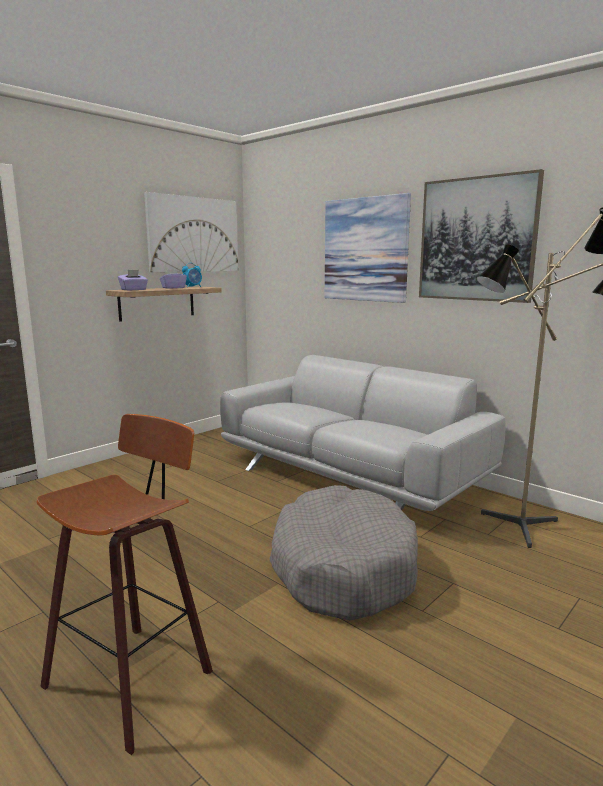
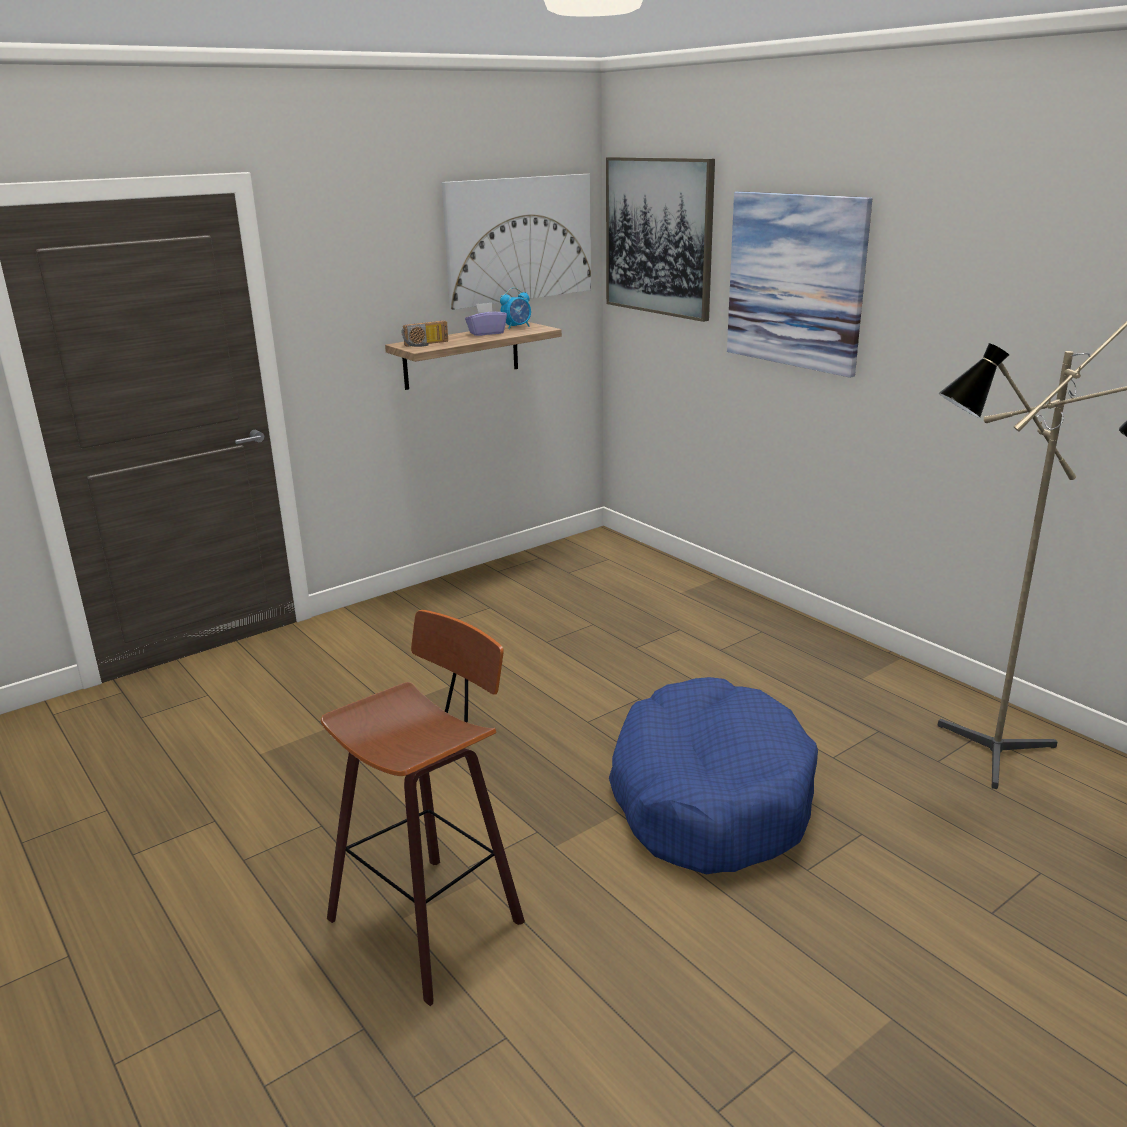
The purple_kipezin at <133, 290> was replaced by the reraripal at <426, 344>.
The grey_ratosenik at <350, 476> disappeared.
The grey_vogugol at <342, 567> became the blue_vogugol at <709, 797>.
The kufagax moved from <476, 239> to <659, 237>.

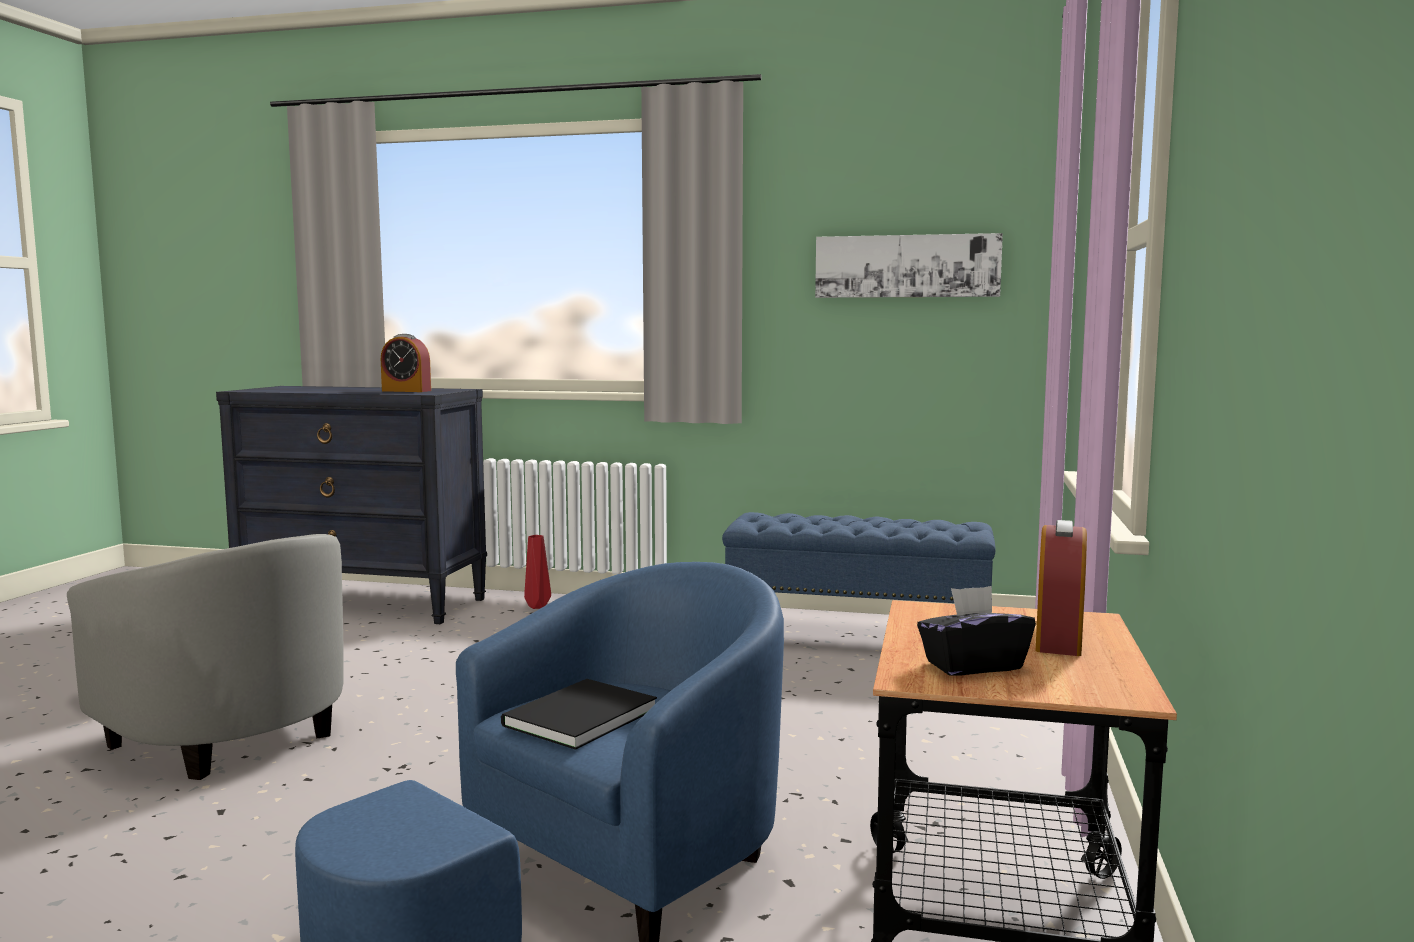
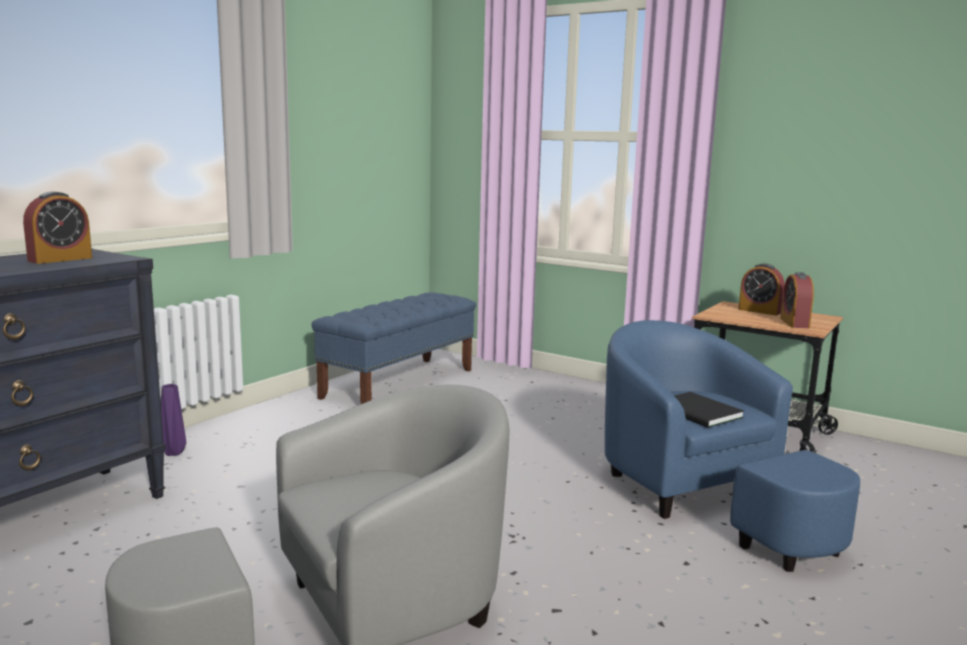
The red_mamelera at <537, 607> became the purple_mamelera at <175, 453>.
The kufagax at <907, 266> disappeared.
The black_kipezin at <973, 665> was replaced by the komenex at <794, 323>.

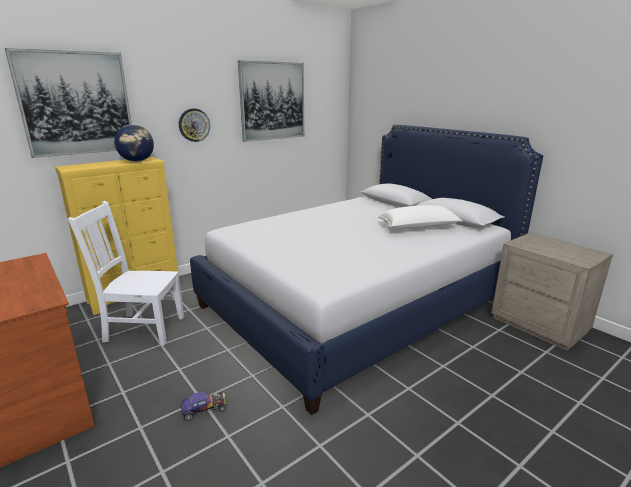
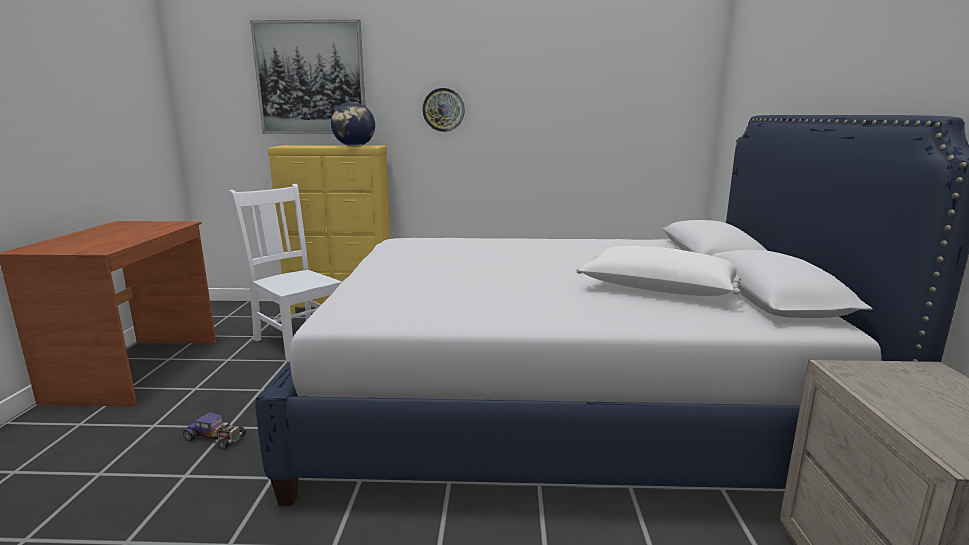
The kufagax at <272, 101> disappeared.

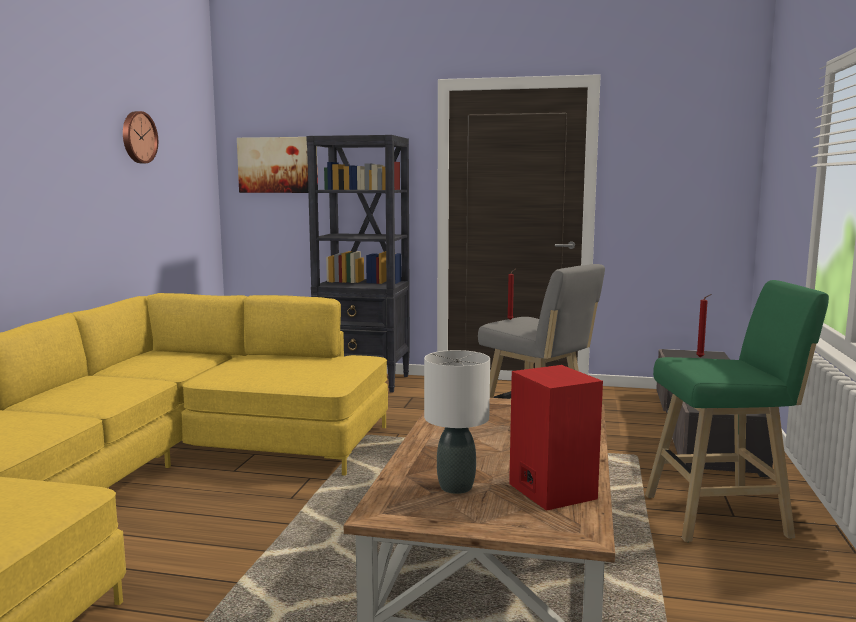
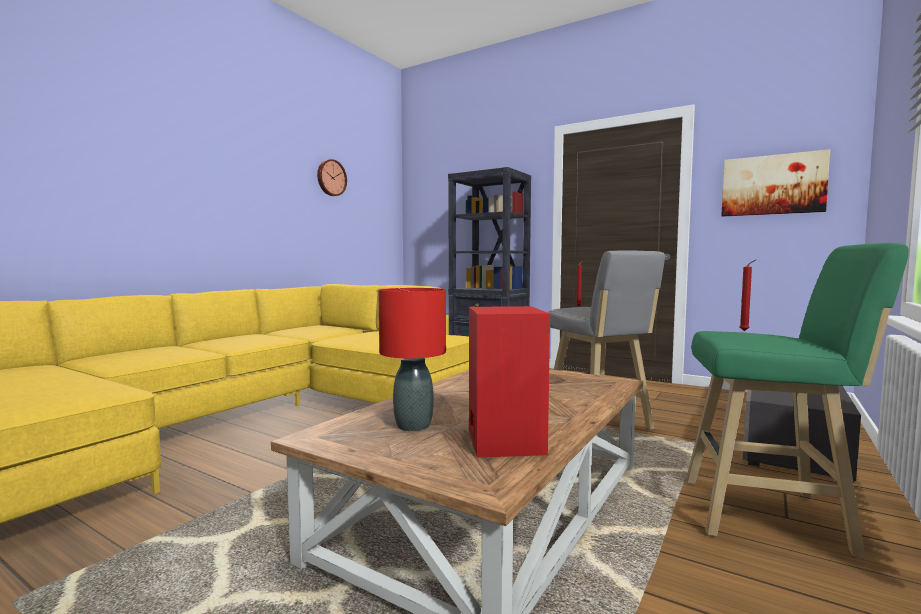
The kufagax moved from <278, 165> to <772, 185>.
The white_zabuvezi at <455, 487> became the red_zabuvezi at <412, 426>.

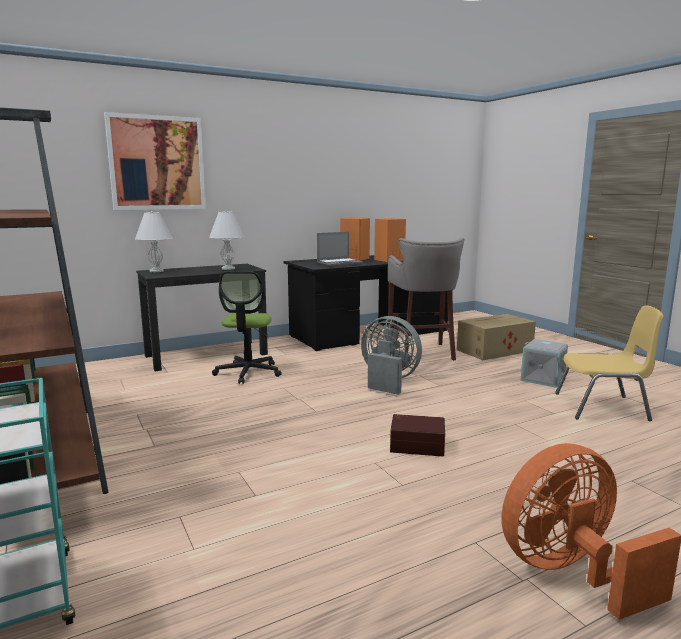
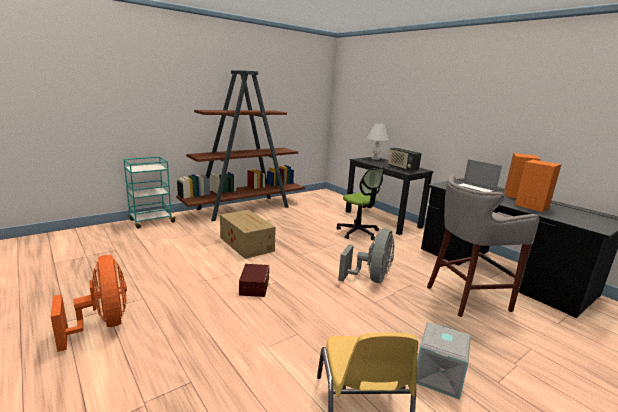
The kufagax at <157, 163> disappeared.
The white_zabuvezi at <228, 268> was replaced by the reraripal at <402, 168>.
The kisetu at <248, 372> turned 120 degrees counterclockwise.
The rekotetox moved from <493, 350> to <246, 244>.

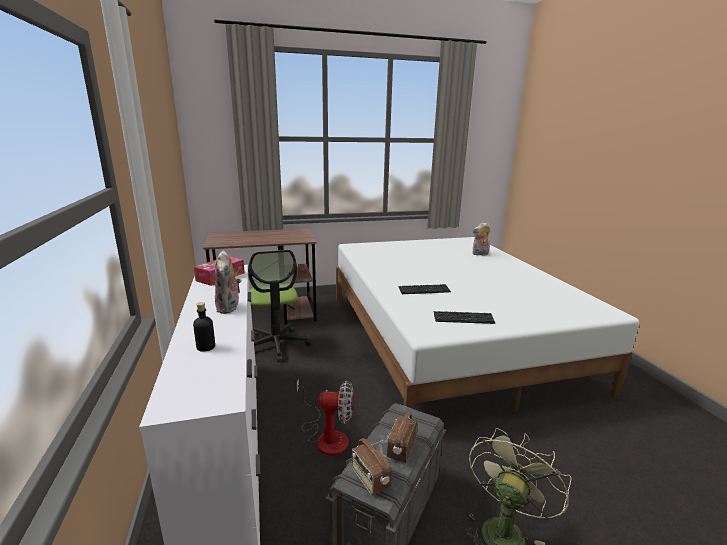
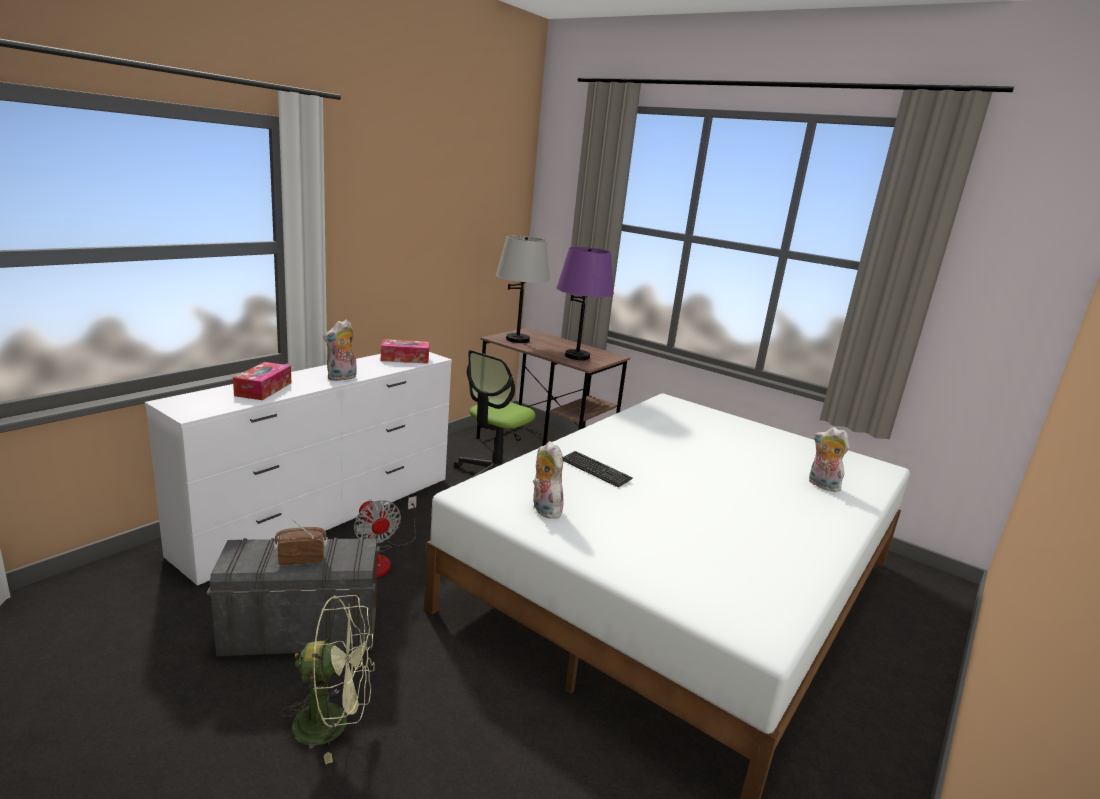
The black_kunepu at <206, 347> was replaced by the kipezin at <263, 389>.
The reraripal at <370, 479> disappeared.
The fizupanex at <463, 319> was replaced by the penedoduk at <543, 509>.
The grey_zabuvezi at <517, 339> appeared.
The purple_zabuvezi at <577, 356> appeared.

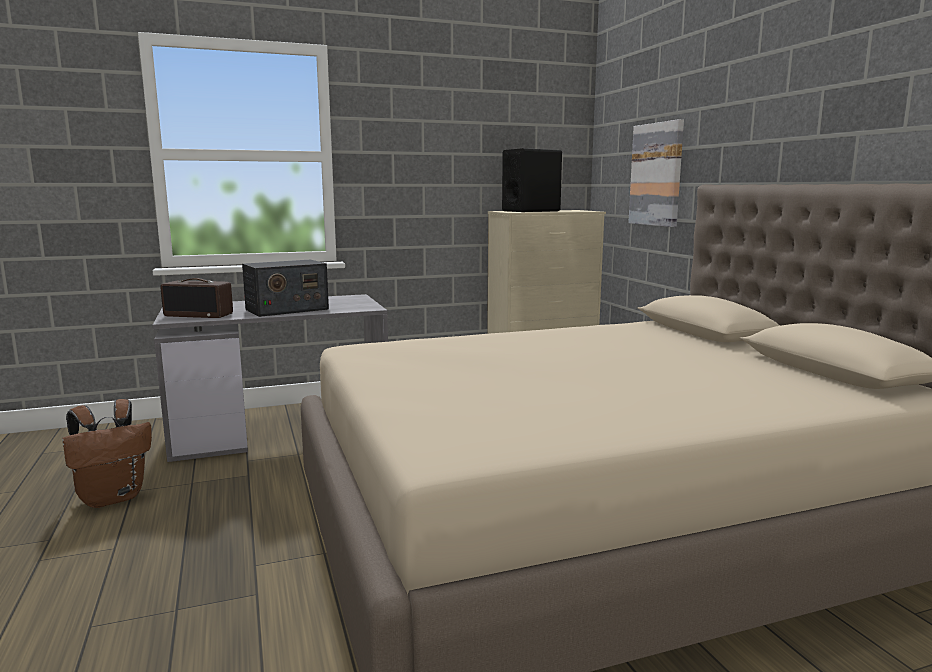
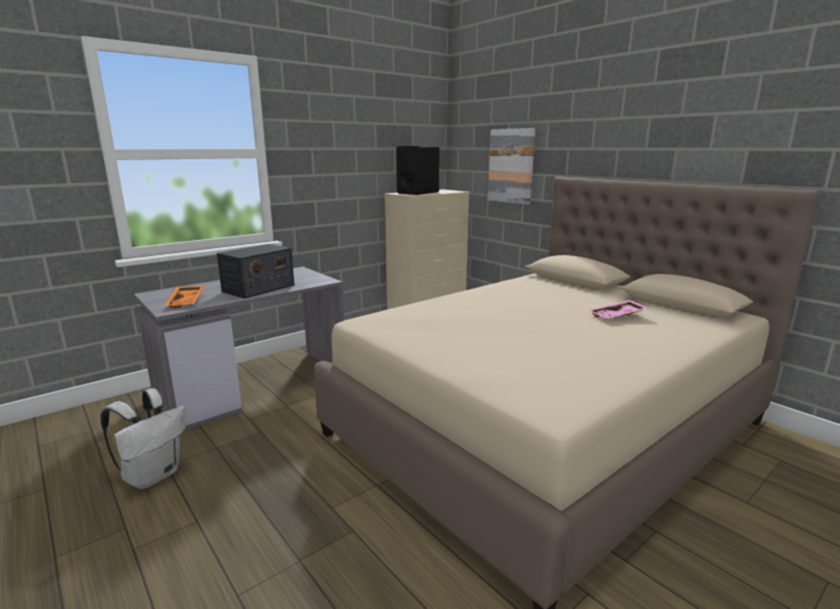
The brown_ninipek at <113, 497> became the white_ninipek at <153, 475>.
The reraripal at <199, 315> was replaced by the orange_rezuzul at <187, 302>.
The pink_rezuzul at <617, 316> appeared.

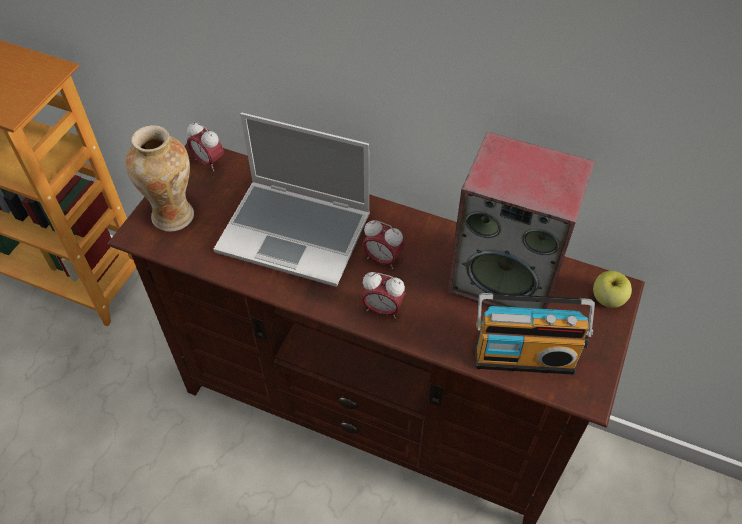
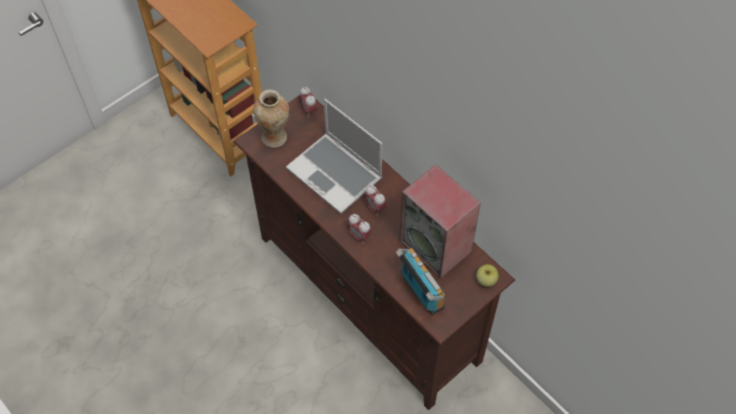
The reraripal at <524, 354> turned 150 degrees counterclockwise.

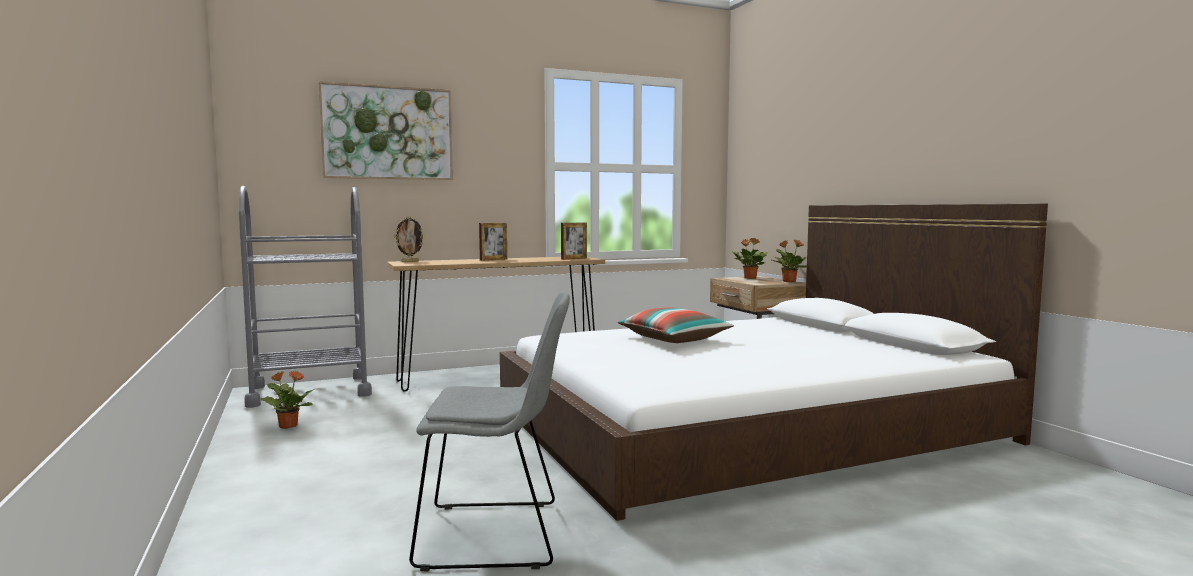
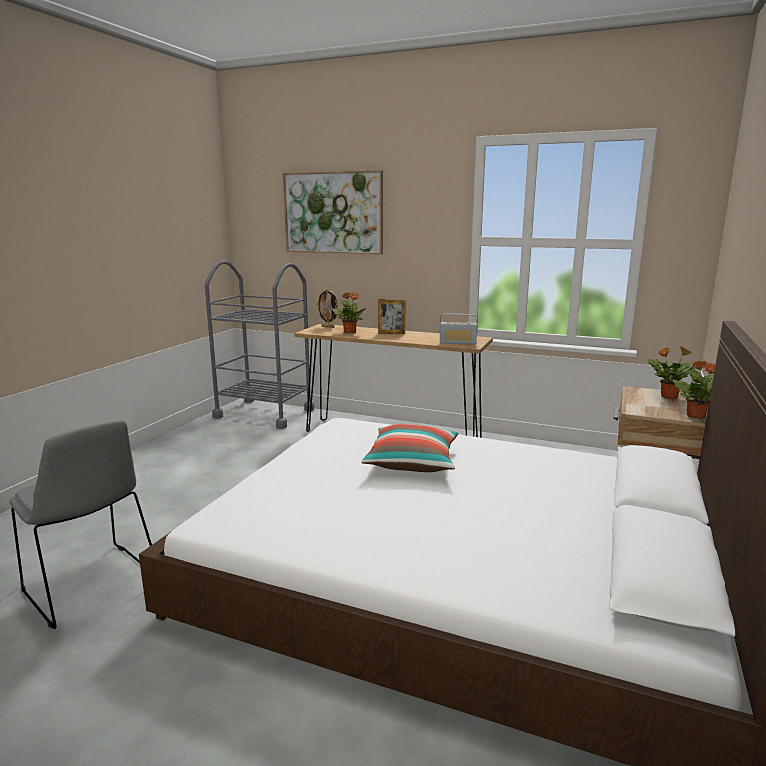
The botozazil moved from <287, 426> to <349, 332>.
The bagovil at <574, 258> was replaced by the reraripal at <458, 343>.

